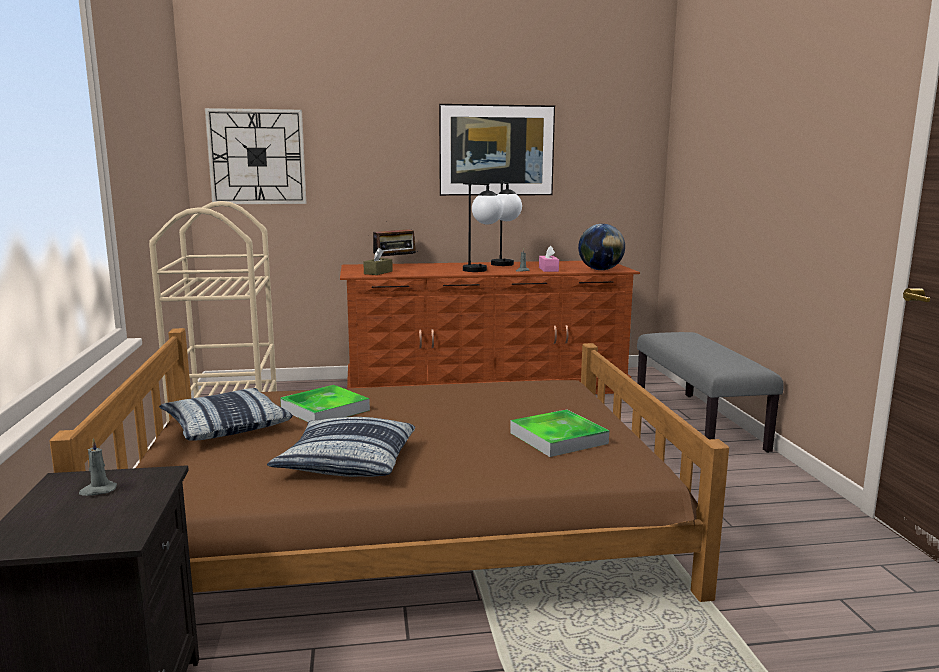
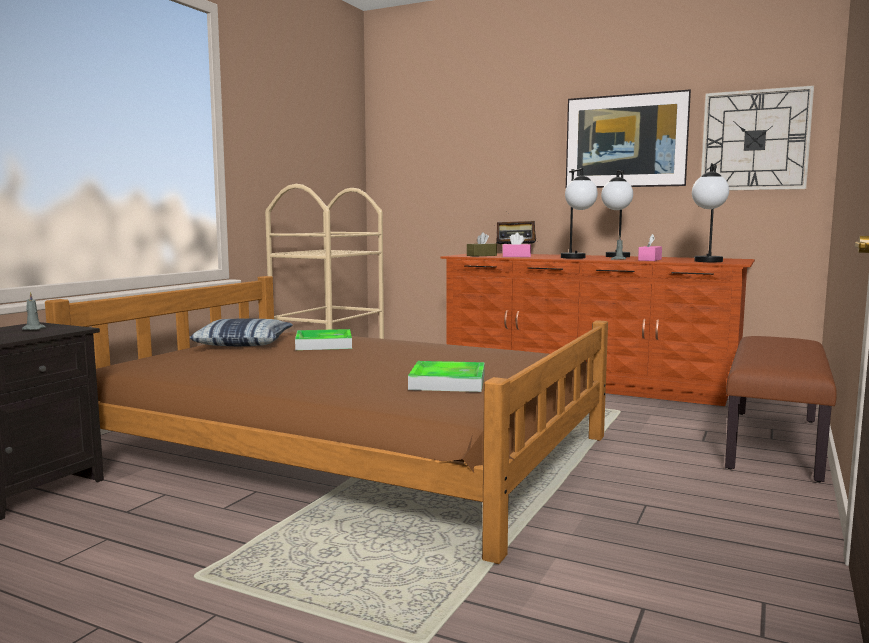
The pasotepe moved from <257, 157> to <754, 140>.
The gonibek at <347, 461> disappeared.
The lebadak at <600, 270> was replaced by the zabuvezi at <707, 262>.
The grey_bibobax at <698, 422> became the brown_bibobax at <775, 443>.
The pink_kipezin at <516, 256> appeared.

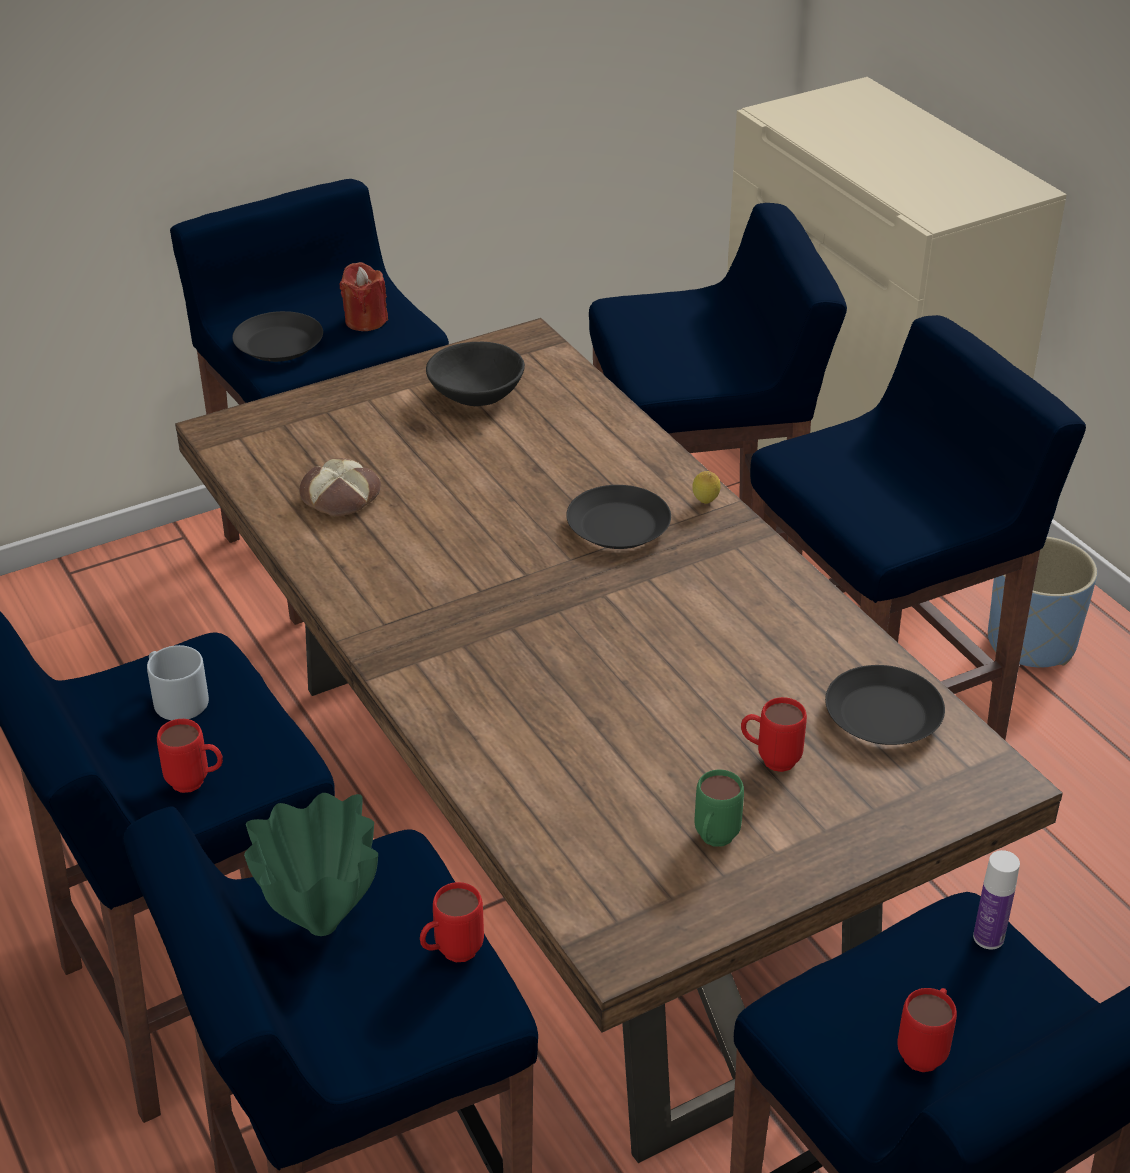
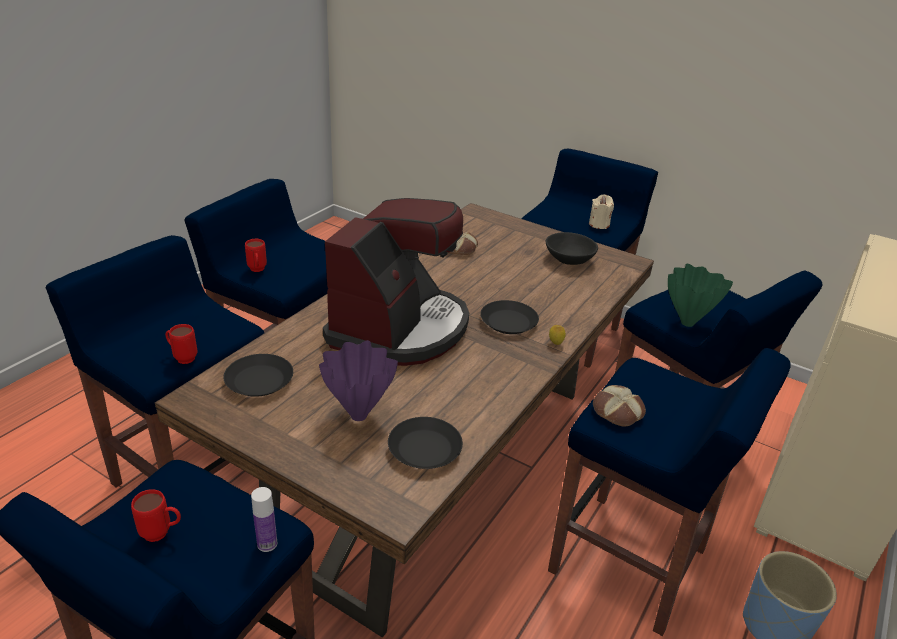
The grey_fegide at <174, 698> disappeared.
The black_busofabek moved from <280, 344> to <260, 381>.
The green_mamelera moved from <320, 926> to <686, 323>.
The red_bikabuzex at <365, 320> became the beige_bikabuzex at <599, 224>.
The green_fegide at <713, 842> disappeared.
The red_fegide at <770, 759> was replaced by the purple_mamelera at <359, 414>.
The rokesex at <400, 328> appeared.
The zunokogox at <616, 411> appeared.

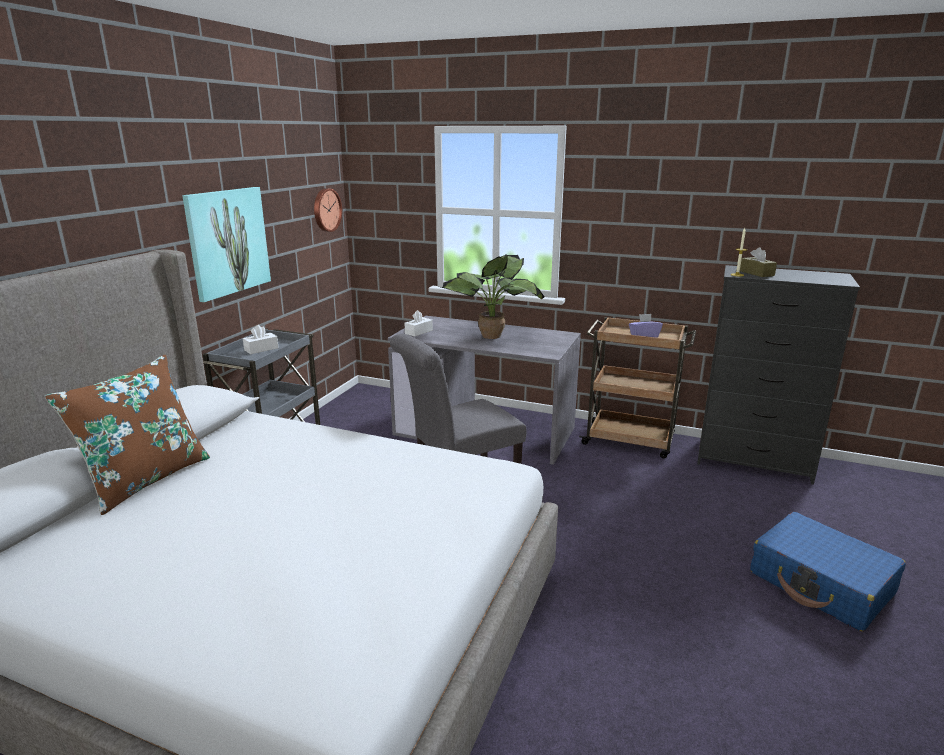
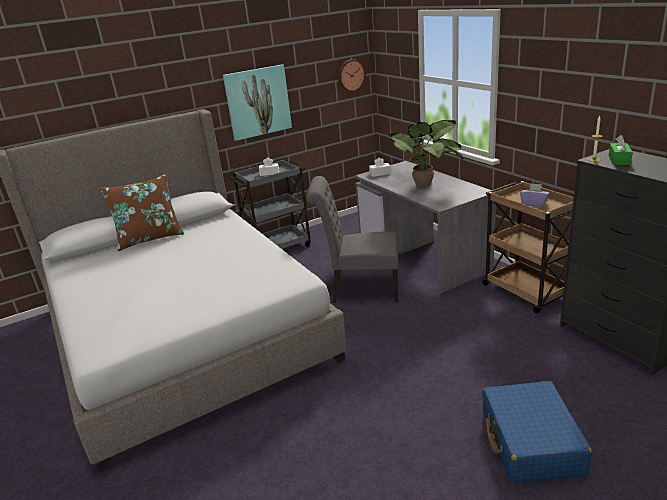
The brown_kipezin at <756, 273> became the green_kipezin at <619, 160>.

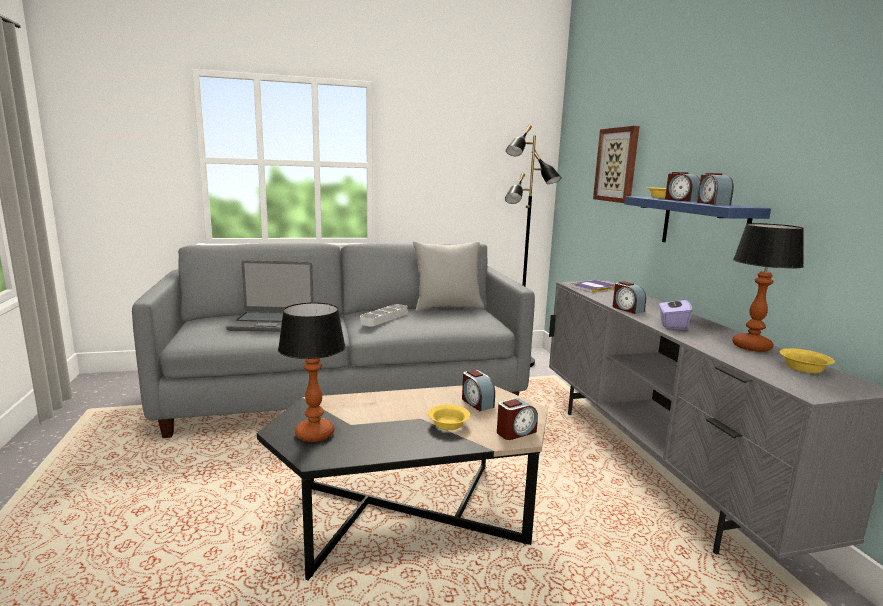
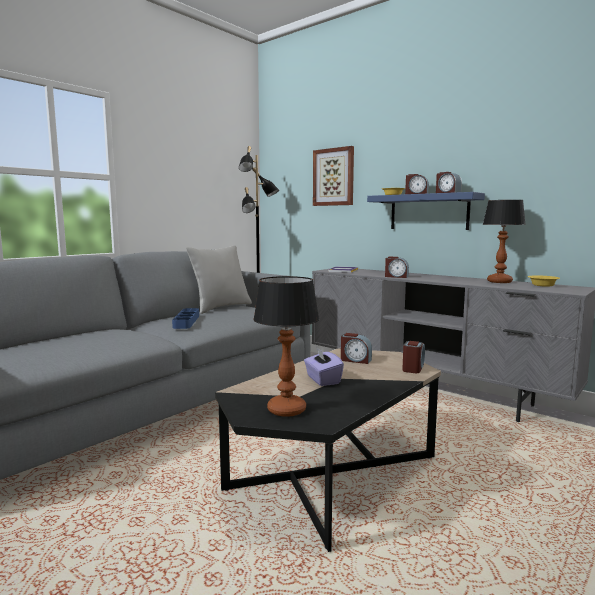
The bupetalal at <272, 323> disappeared.
The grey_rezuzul at <384, 318> became the blue_rezuzul at <186, 321>.
The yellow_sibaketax at <447, 425> disappeared.
The purple_kipezin moved from <672, 324> to <322, 380>.

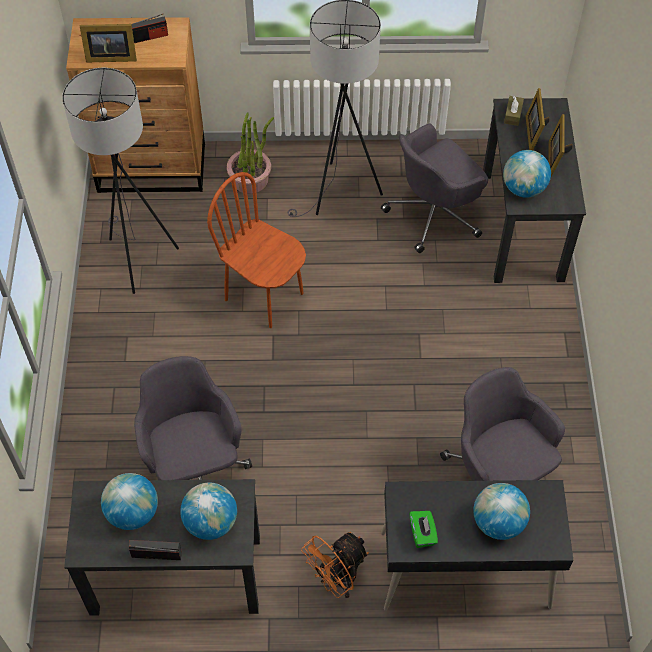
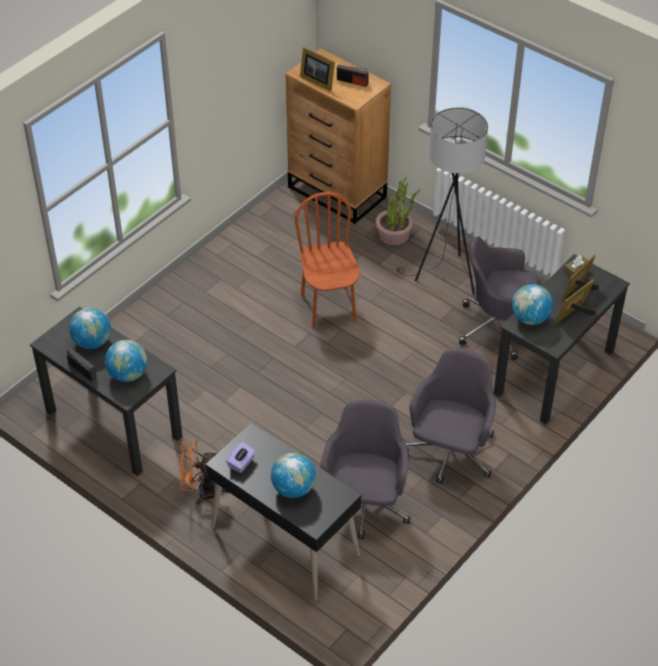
The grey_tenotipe at <135, 257> disappeared.
The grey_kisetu moved from <194, 467> to <450, 454>.
The green_kipezin at <422, 534> became the purple_kipezin at <241, 463>.

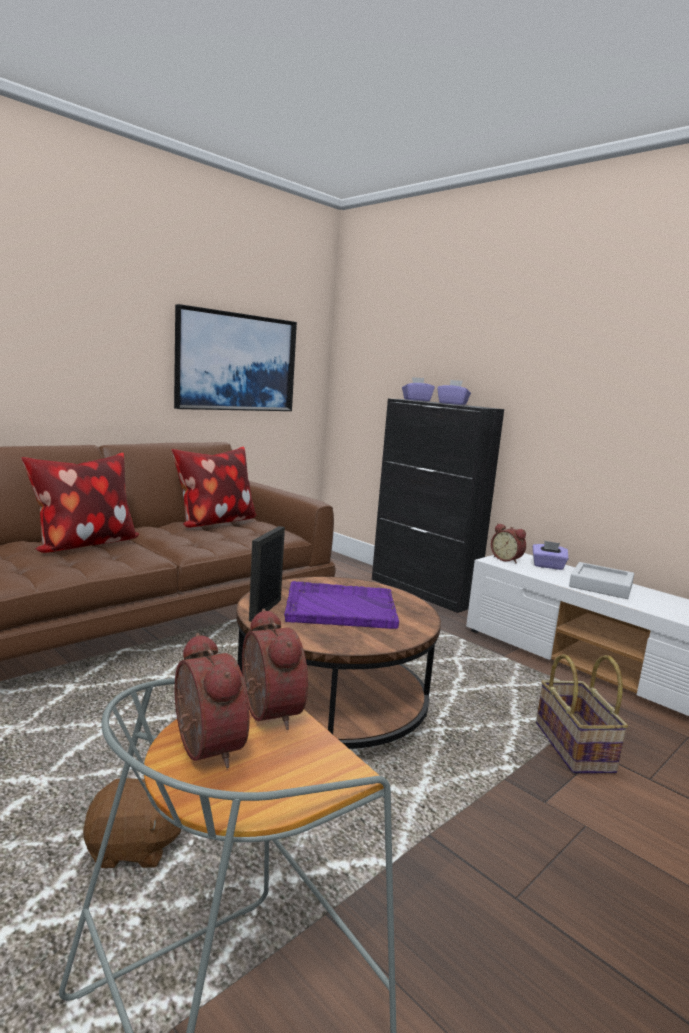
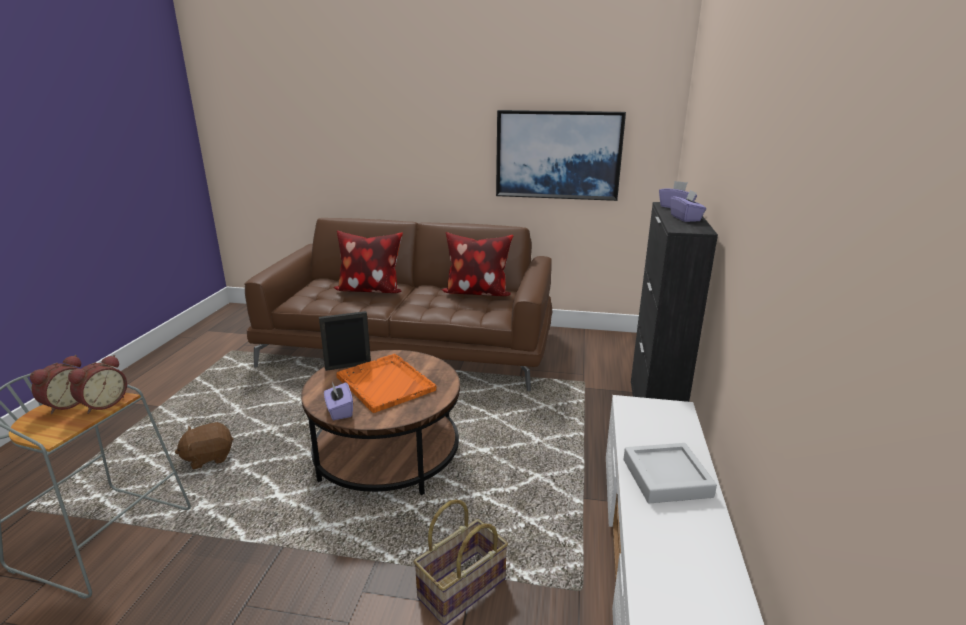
The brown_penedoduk at <134, 847> turned 105 degrees clockwise.
The purple_rezuzul at <339, 607> became the orange_rezuzul at <385, 383>.
The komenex at <507, 559> disappeared.
The purple_kipezin moved from <548, 566> to <339, 411>.

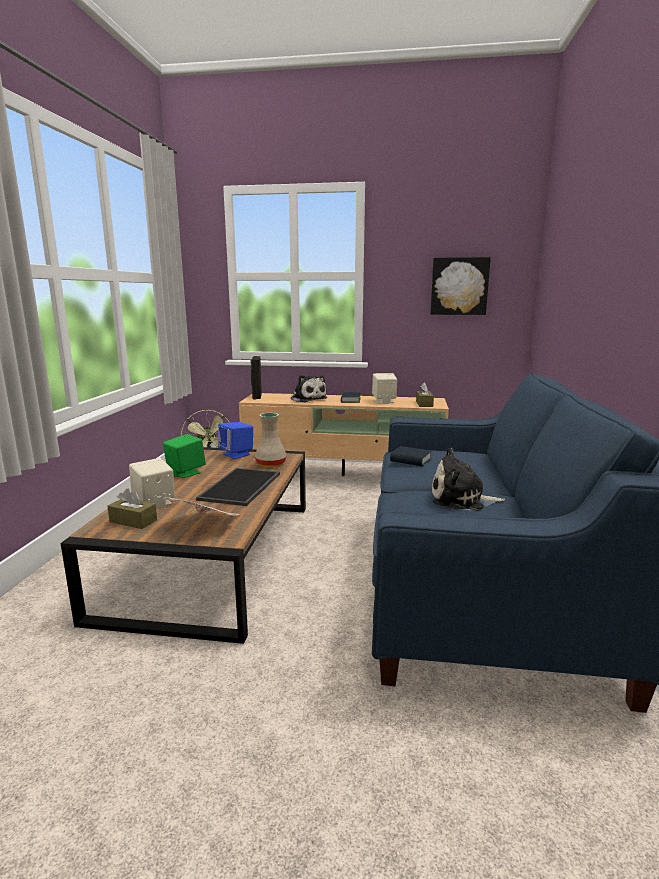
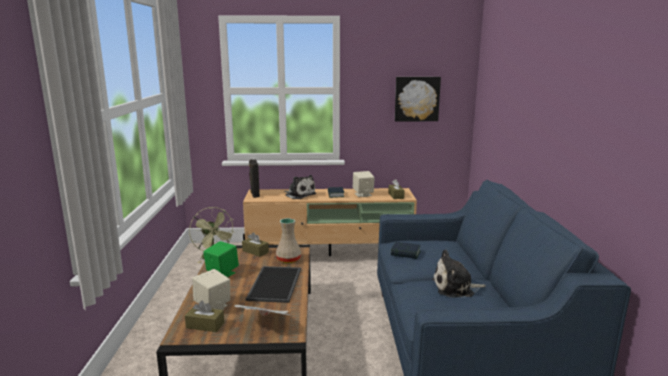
The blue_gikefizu at <237, 454> was replaced by the brown_kipezin at <255, 251>.

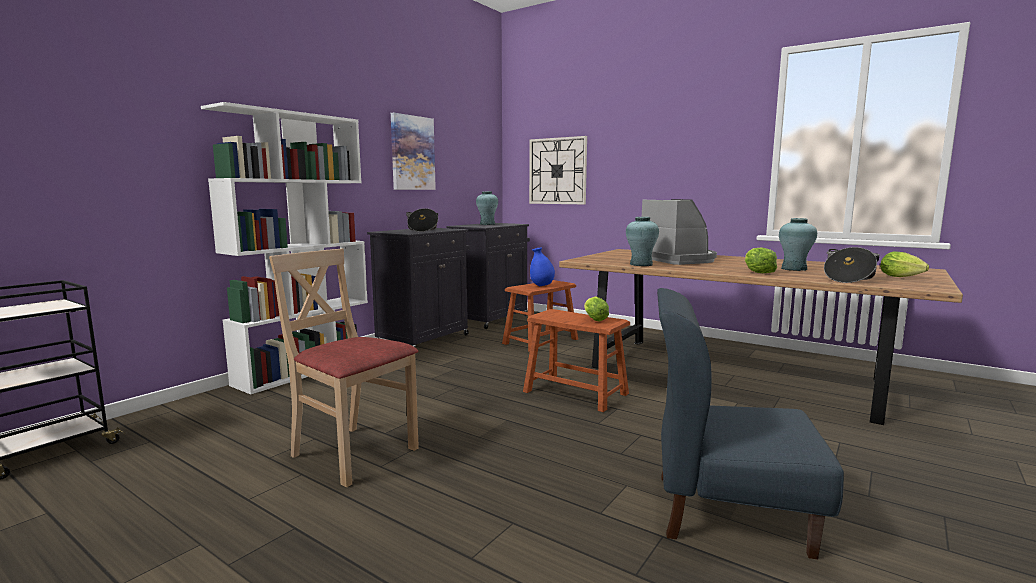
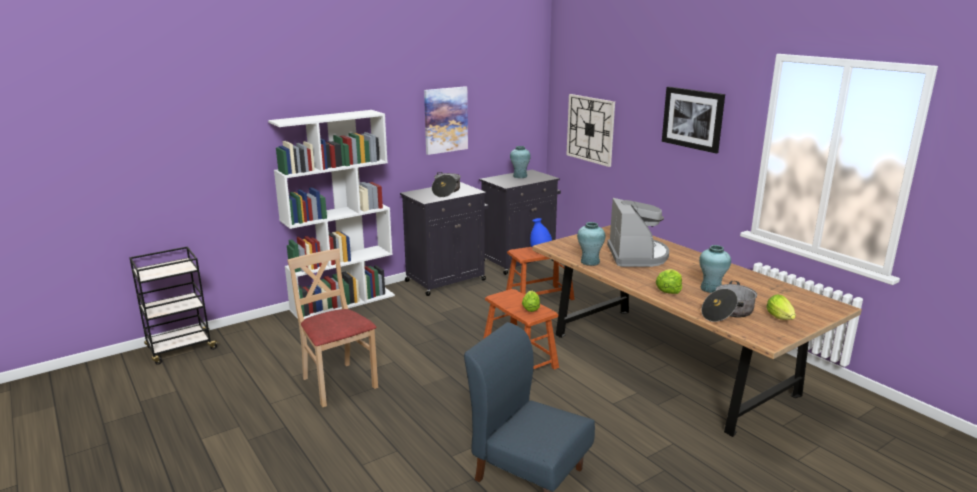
The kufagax at <693, 119> appeared.

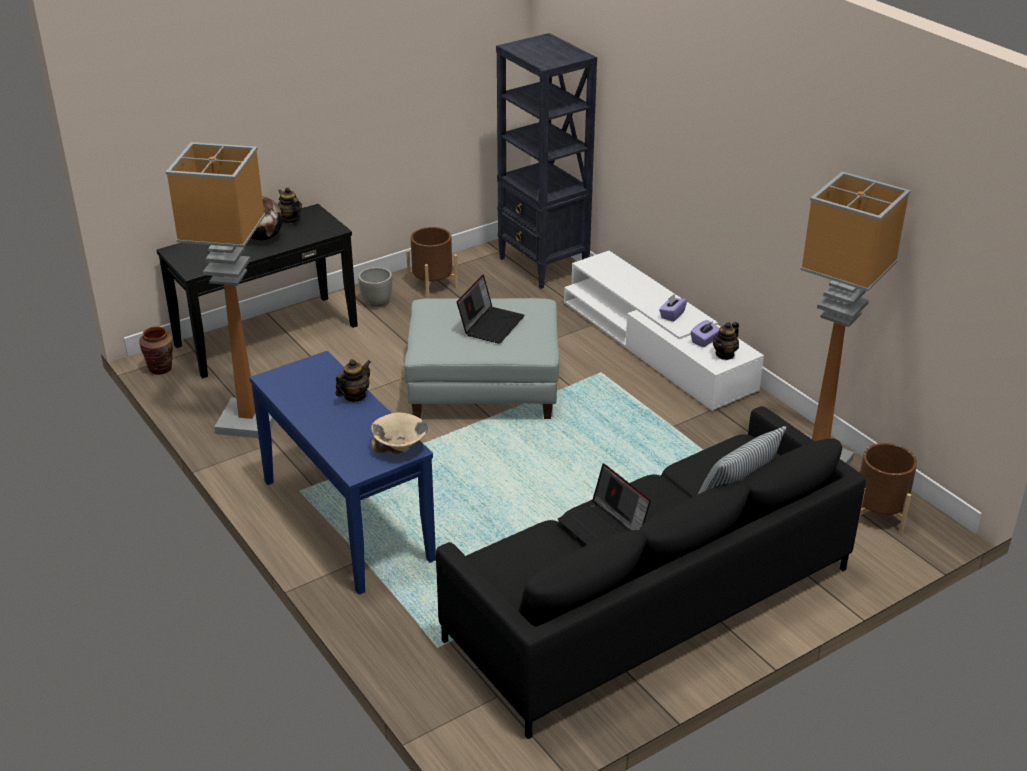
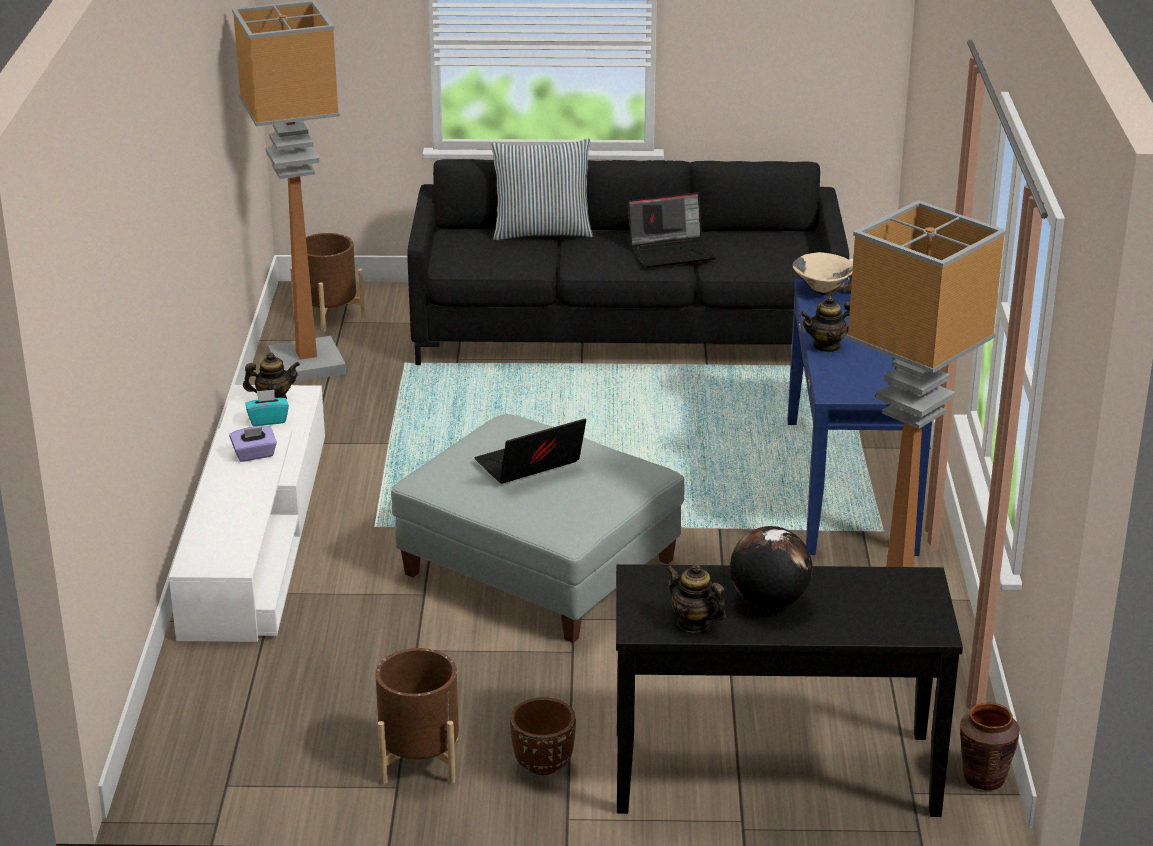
The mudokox at <290, 220> turned 135 degrees clockwise.
The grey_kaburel at <377, 302> became the brown_kaburel at <542, 765>.
The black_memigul at <543, 266> disappeared.
The bupetalal at <603, 529> turned 75 degrees clockwise.
The purple_kipezin at <704, 341> became the turquoise_kipezin at <268, 420>.

